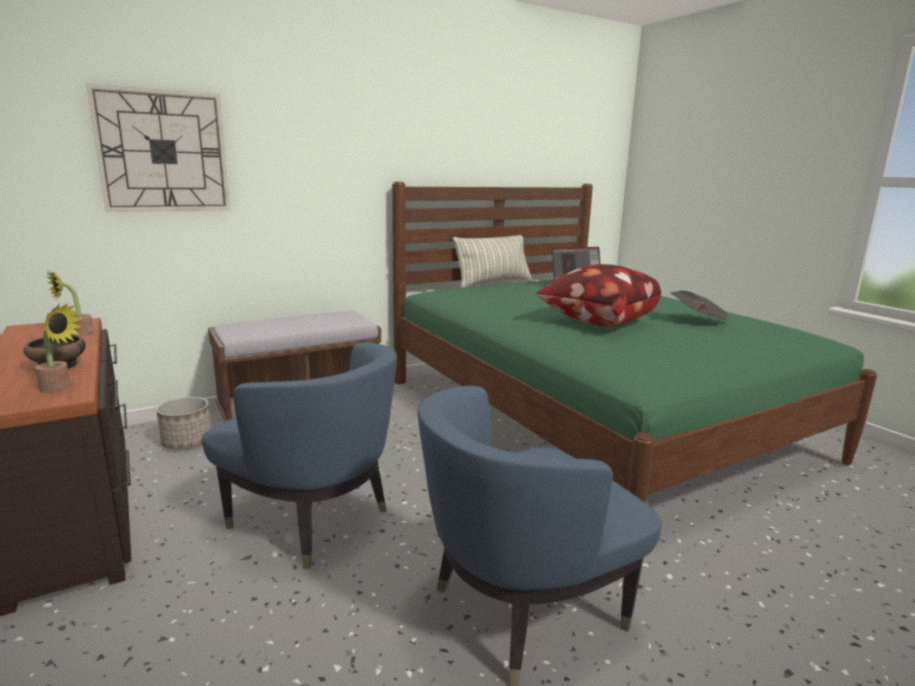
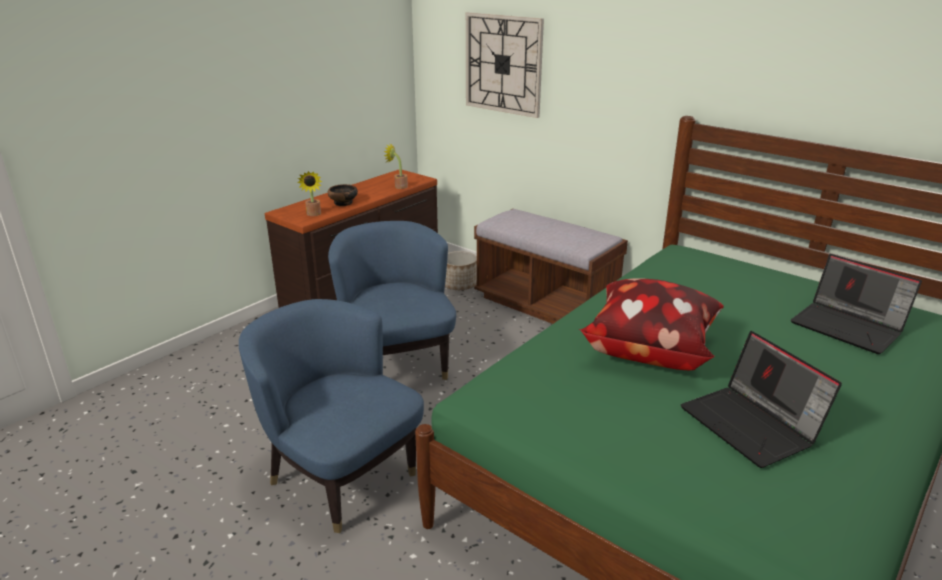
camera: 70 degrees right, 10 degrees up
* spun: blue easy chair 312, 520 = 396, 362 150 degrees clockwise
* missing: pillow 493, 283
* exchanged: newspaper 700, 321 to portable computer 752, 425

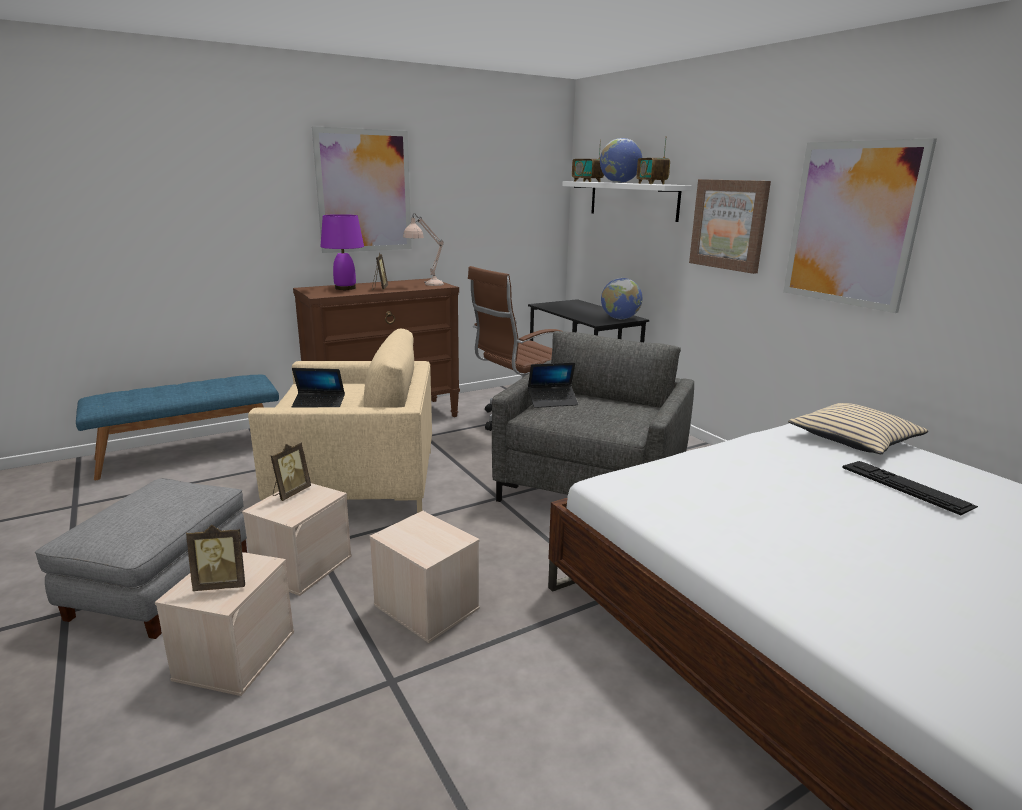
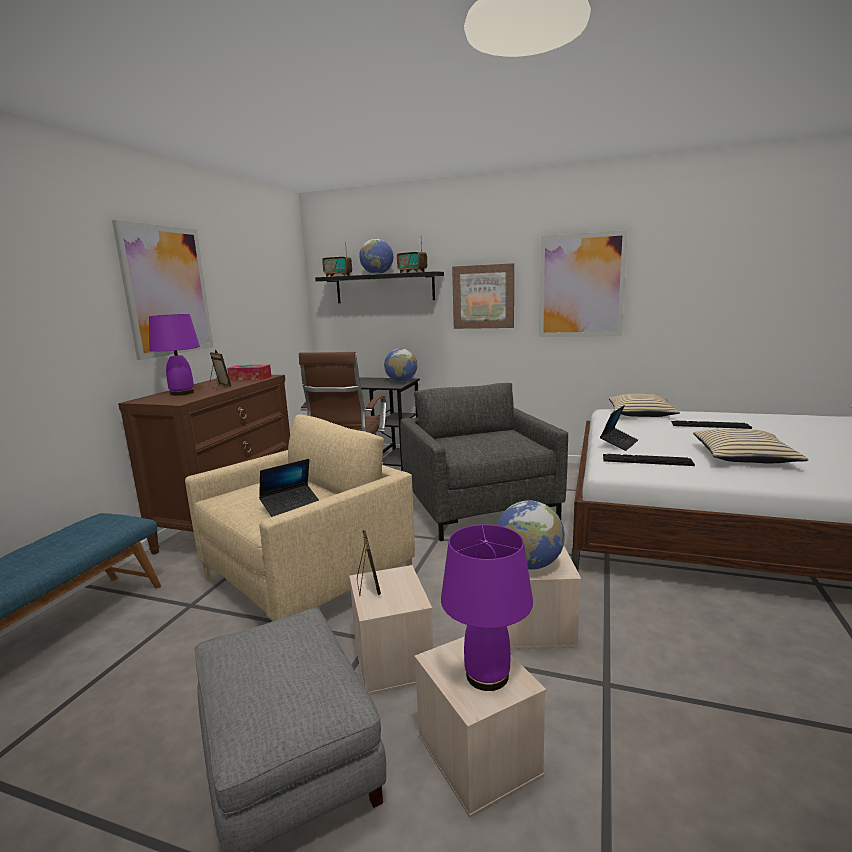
camera: 40 degrees left, 5 degrees down
* exchanged: picture frame 222, 584 to purple table lamp 486, 675
* exchanged: sand-coloured table lamp 425, 285 to tissue box 250, 378
* relocated: portable computer 552, 401 to 619, 443
* colour: white bracket shelf 633, 200 to blackish bracket shelf 384, 288
* appeared: globe 529, 565
* appeared: computer keyboard 646, 460
* appeared: sand-coloured pillow 743, 456

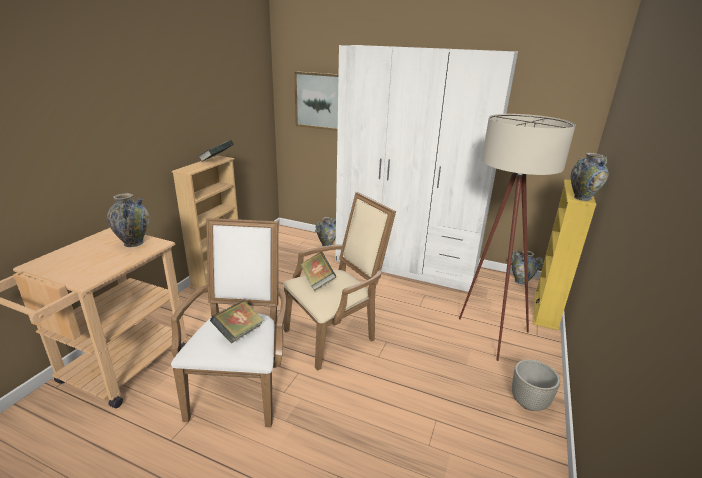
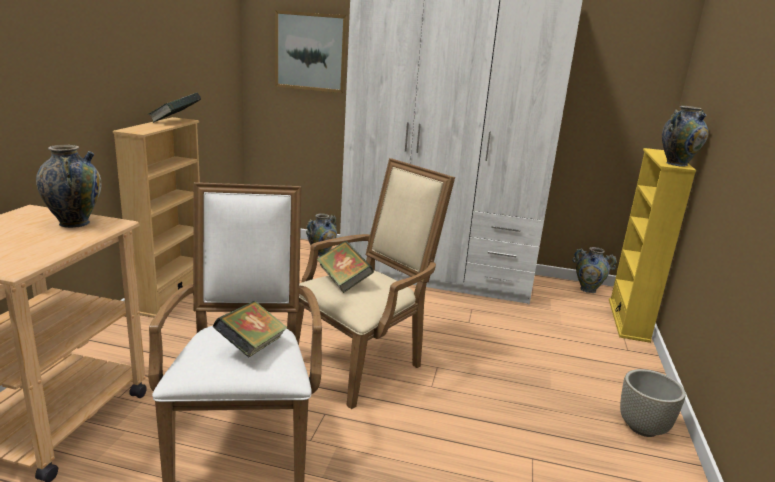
camera: 10 degrees left, 5 degrees down
* missing: sand-coloured standard lamp 486, 332

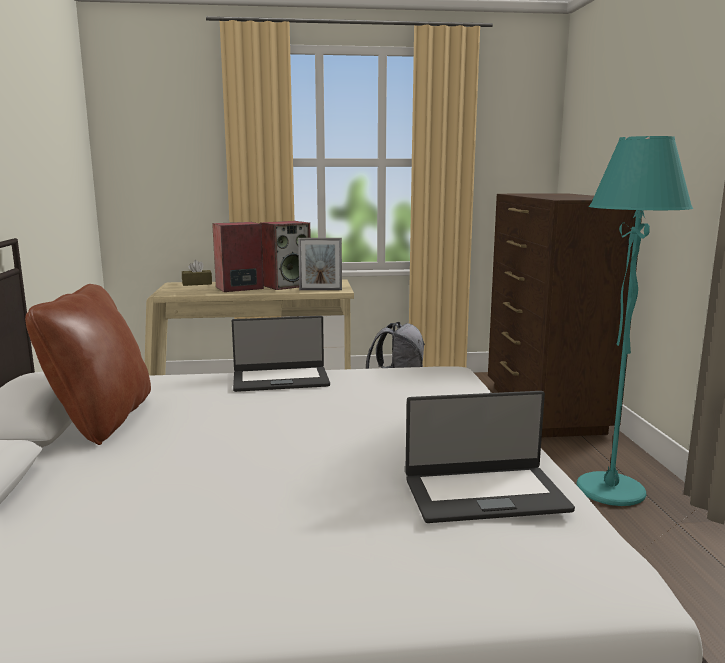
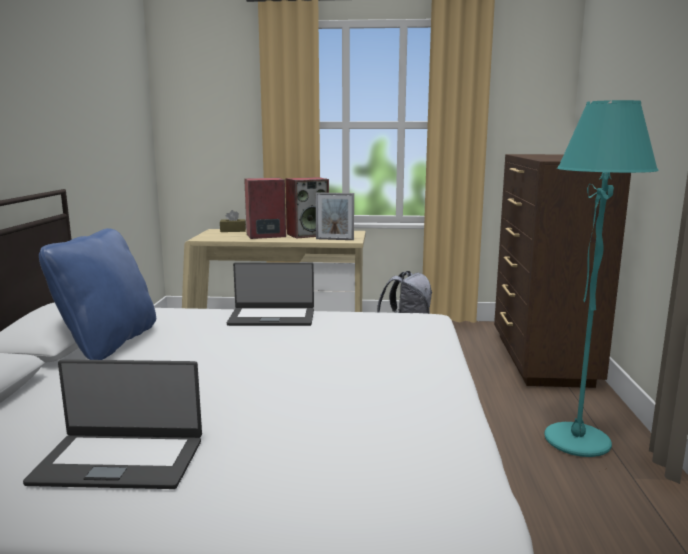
camera: 10 degrees right, 0 degrees up
* colour: brown-coloured pillow 101, 420 to blue pillow 108, 343
* relocated: portable computer 484, 494 to 120, 460

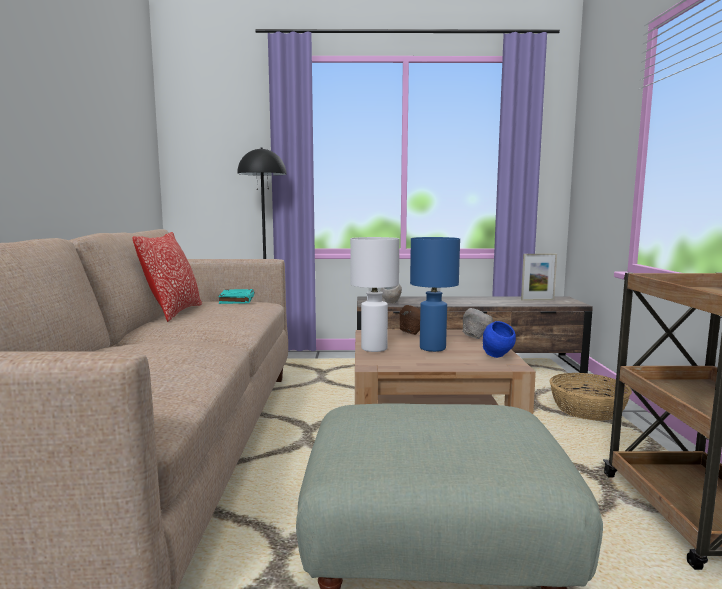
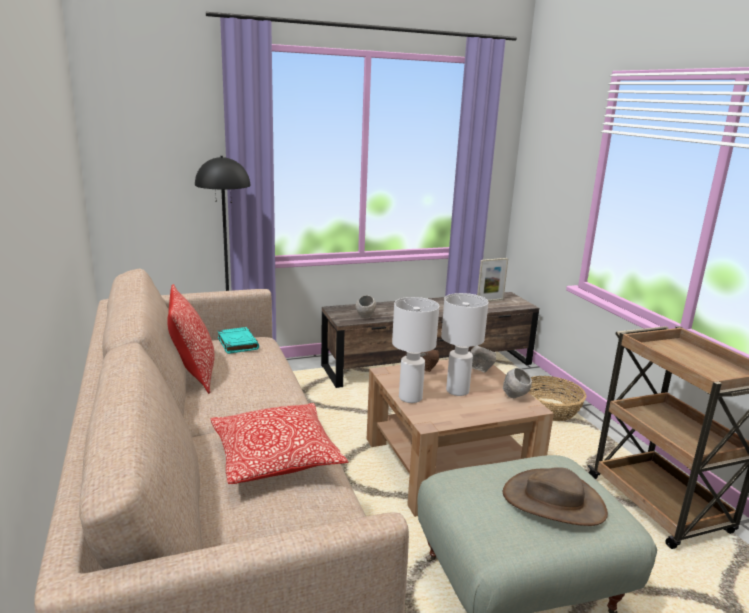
camera: 20 degrees left, 10 degrees up
* colour: blue table lamp 433, 348 to white table lamp 458, 391
* colour: blue deep dish 498, 357 to greyish deep dish 515, 397
* appeared: pillow 276, 457
* appeared: brown-coloured hat 553, 501

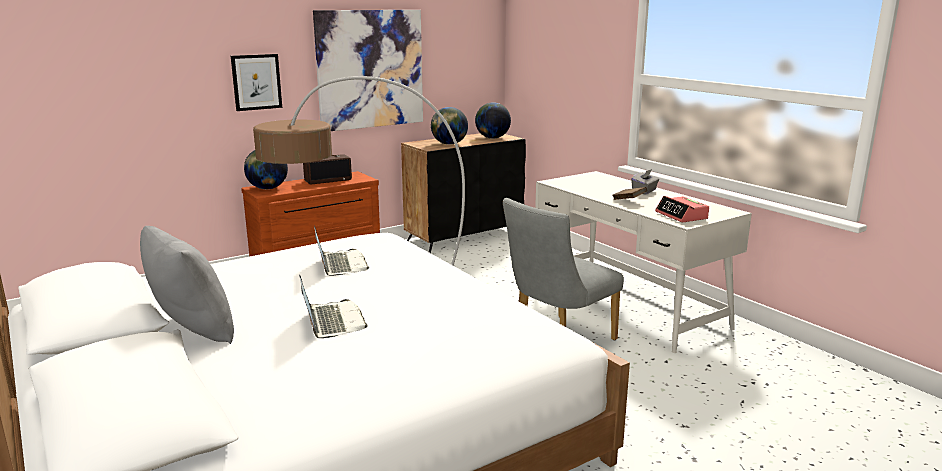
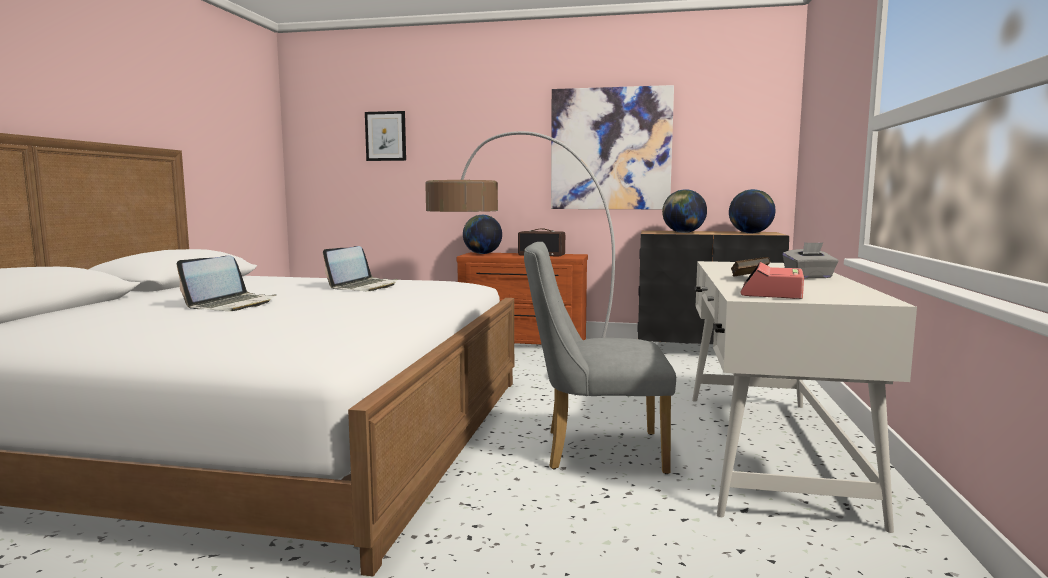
camera: 45 degrees right, 10 degrees down
* missing: greyish pillow 192, 330
* relocated: picture 256, 82 to 385, 136

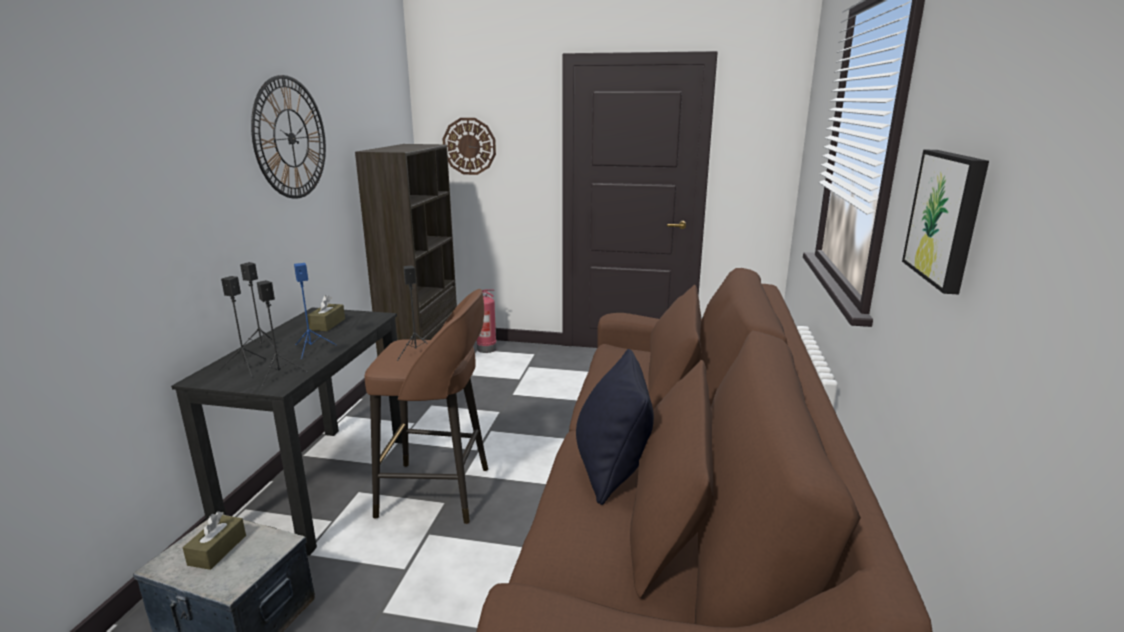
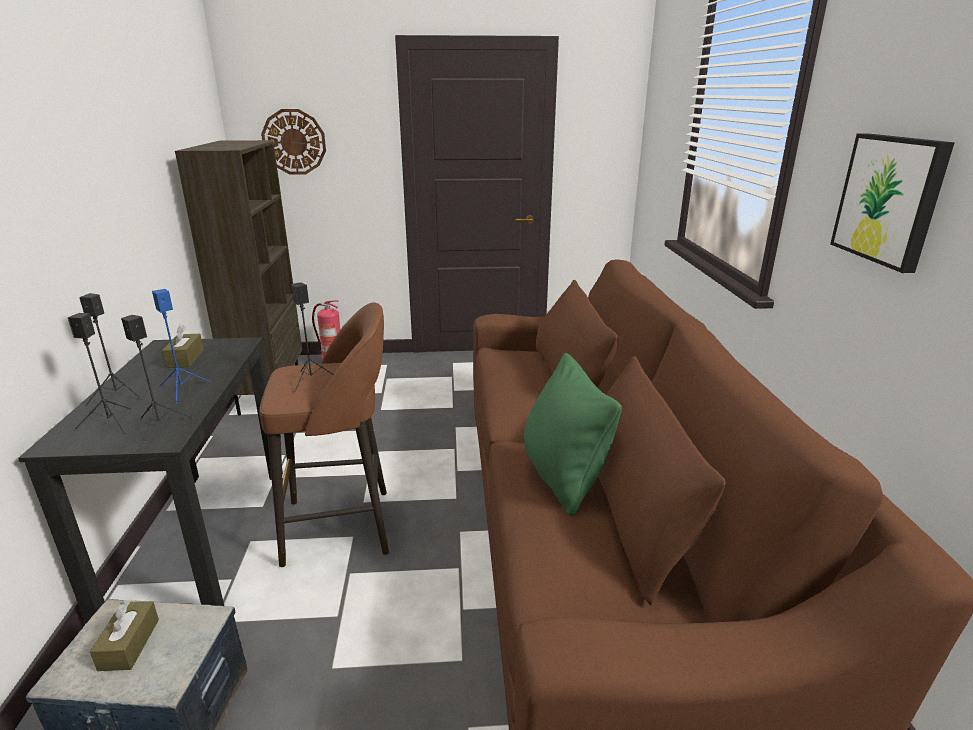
camera: 15 degrees left, 5 degrees up
* missing: clock on the wall 291, 138
* colour: blackish pillow 611, 469 to green pillow 563, 477

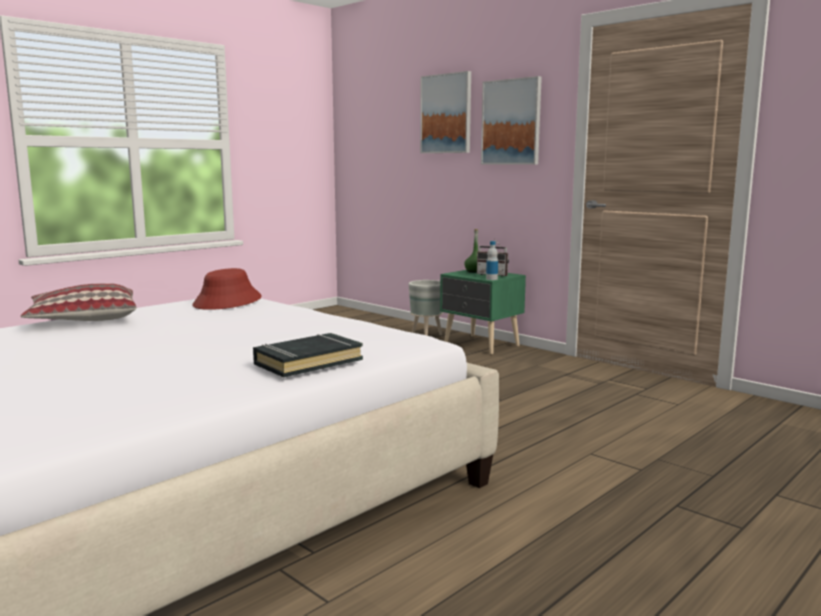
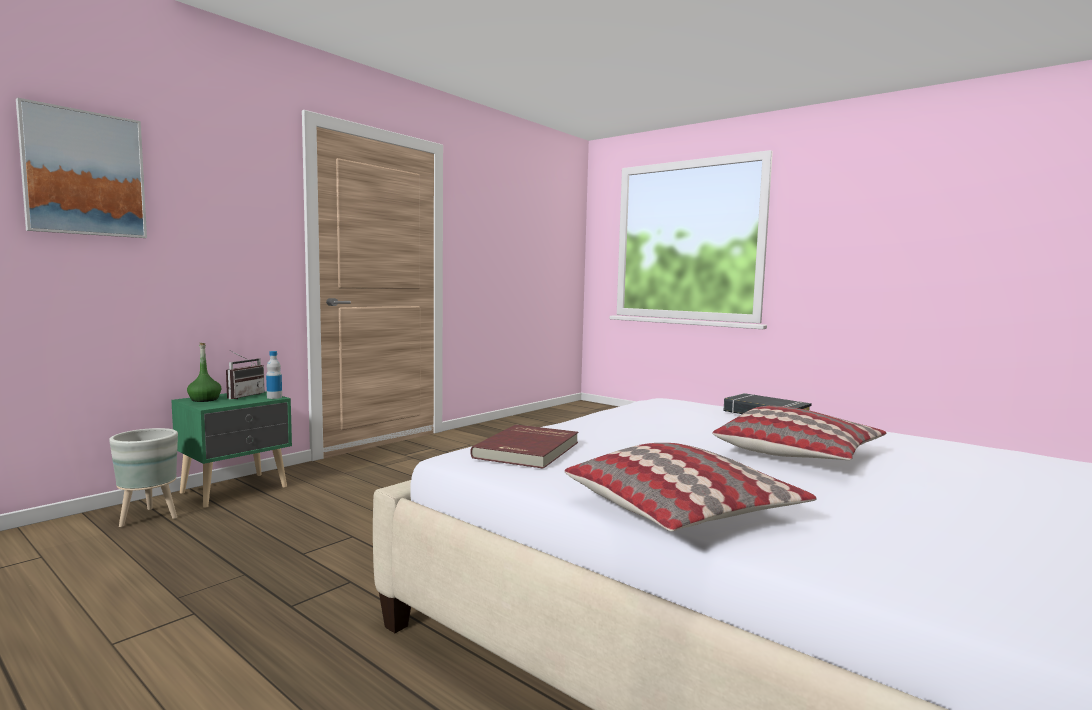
camera: 95 degrees left, 5 degrees down
* exchanged: reddish hat 228, 302 to reddish bound book 529, 450
* missing: picture 511, 122
* appeared: pillow 799, 454

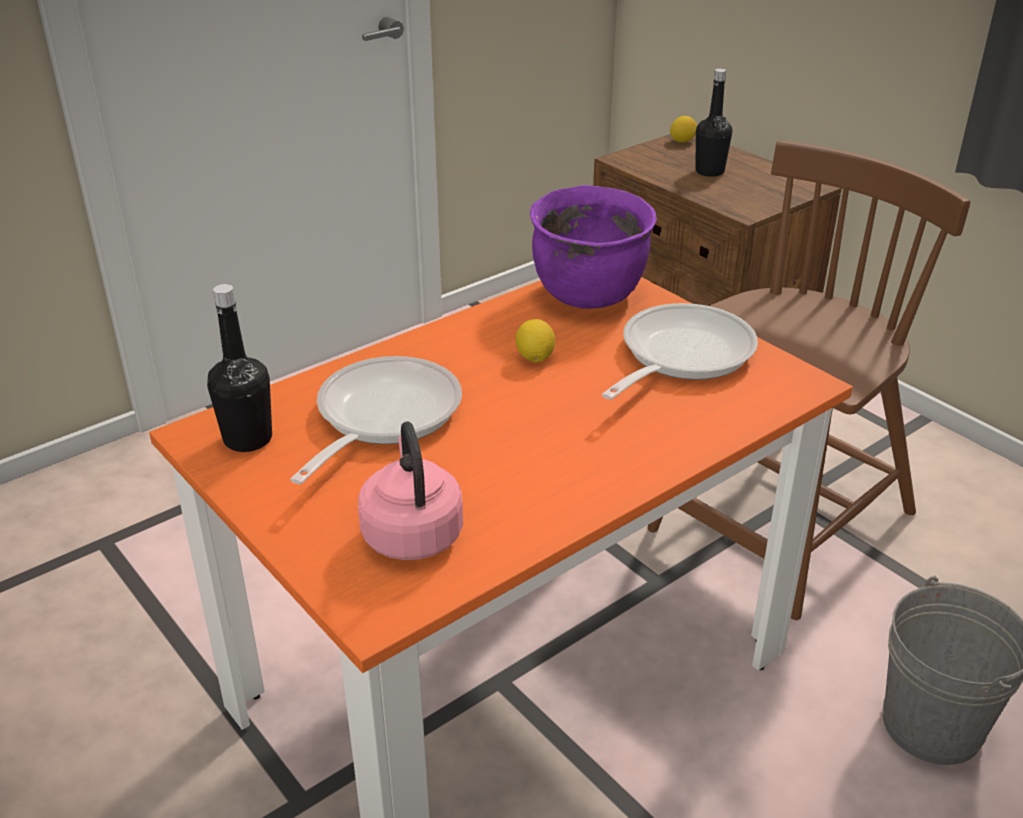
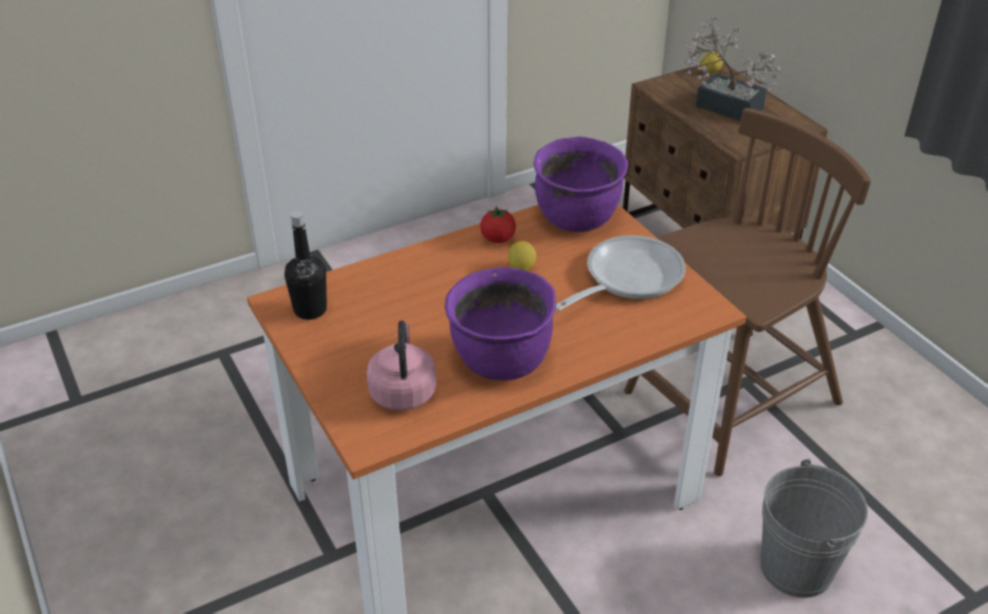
camera: 10 degrees right, 5 degrees up
* missing: frying pan 381, 417
* exchanged: blackish drink bottle 709, 171 to houseplant 722, 104
* appeared: purple cooking pot 501, 362
* appeared: tomato 497, 239

